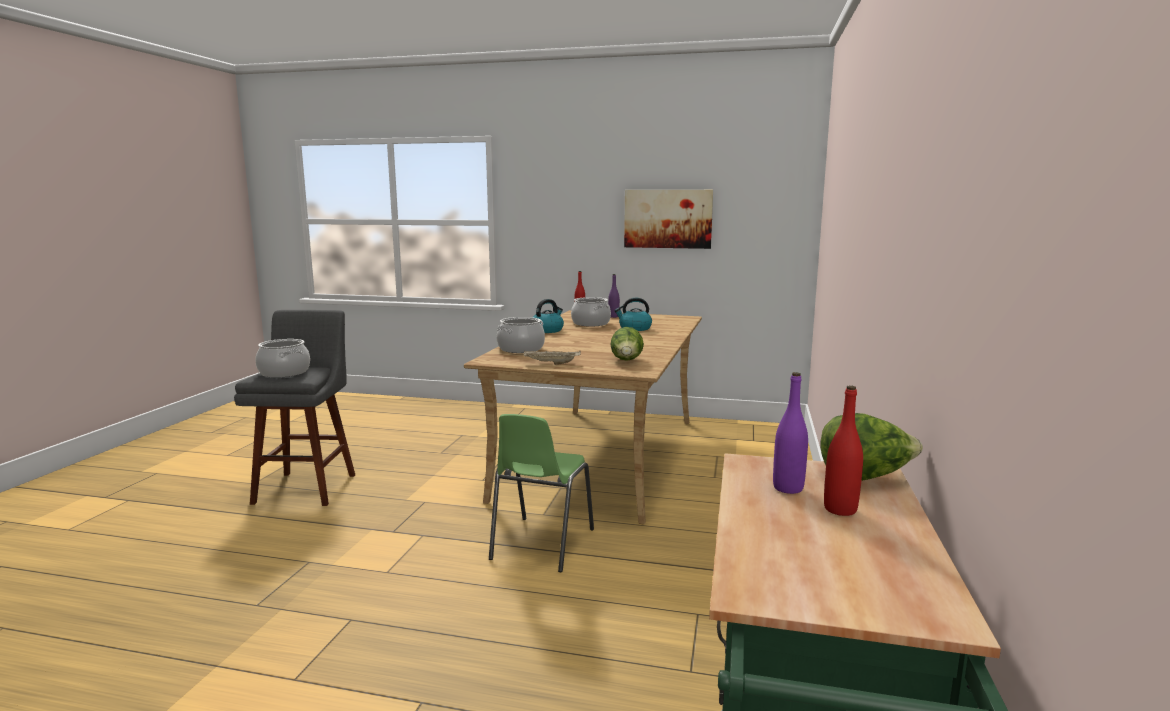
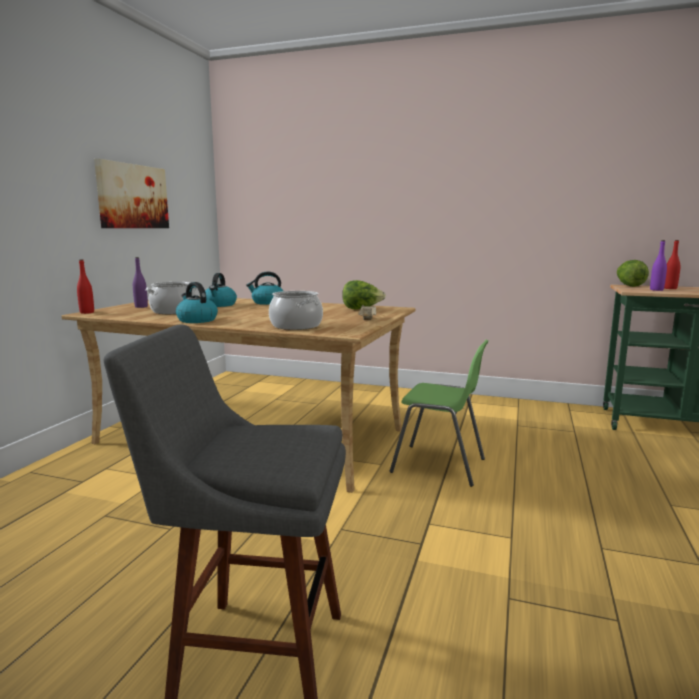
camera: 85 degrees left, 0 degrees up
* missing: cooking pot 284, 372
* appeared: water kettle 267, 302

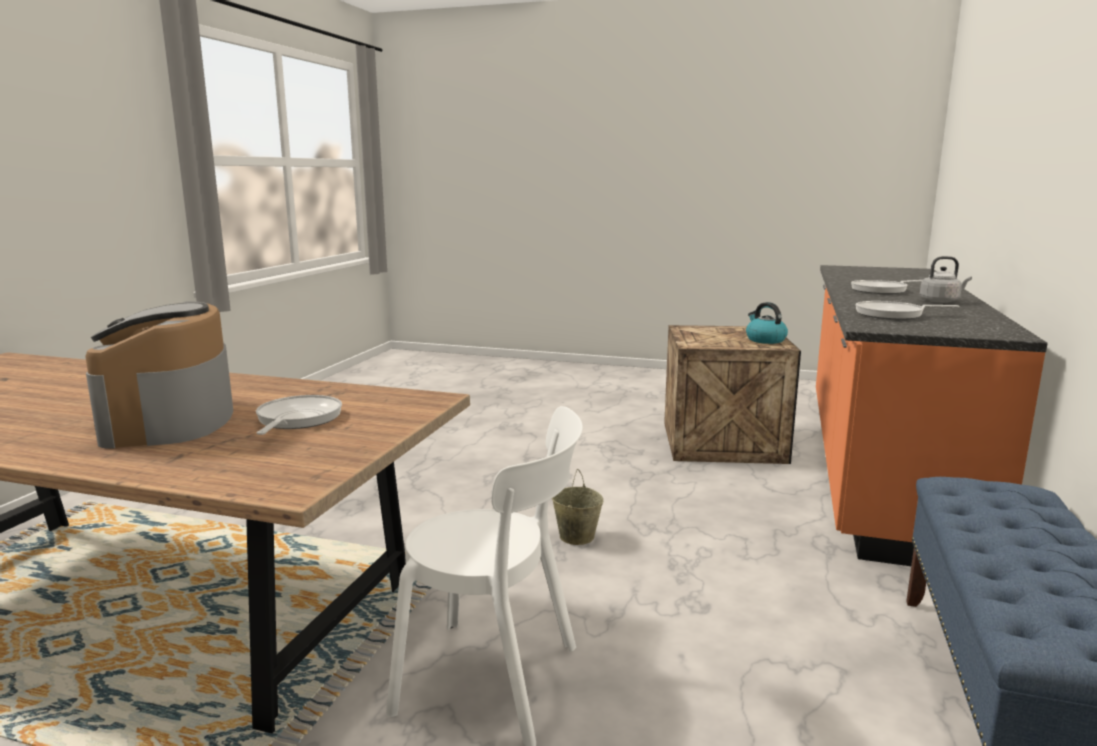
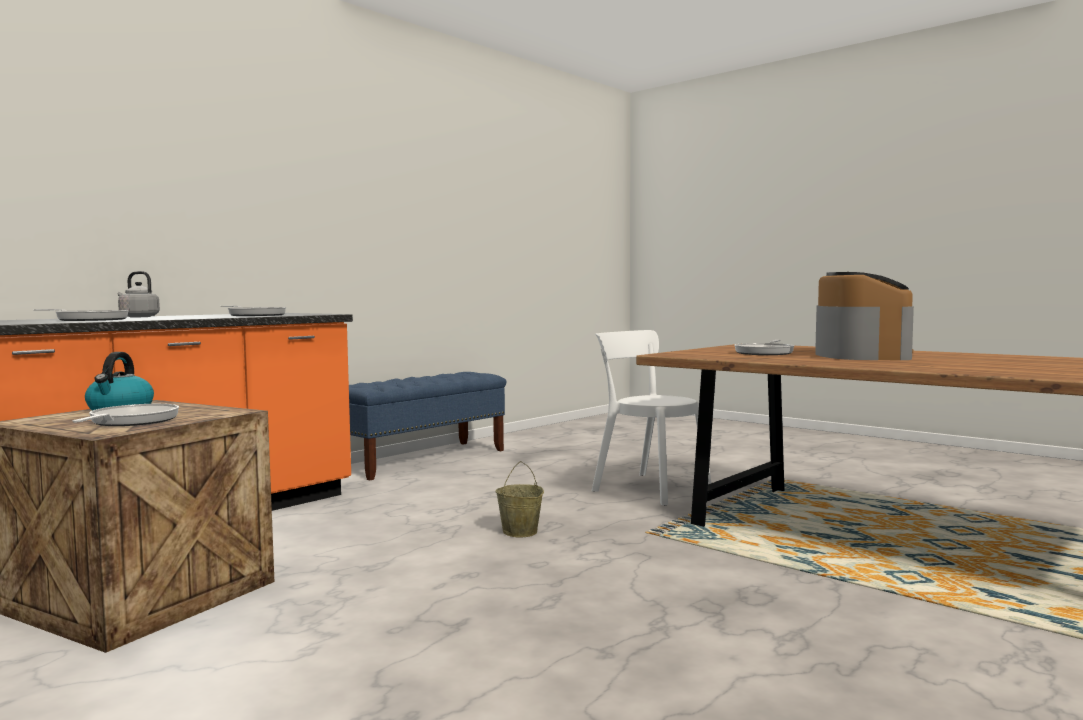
camera: 155 degrees left, 10 degrees down
* appeared: frying pan 131, 421

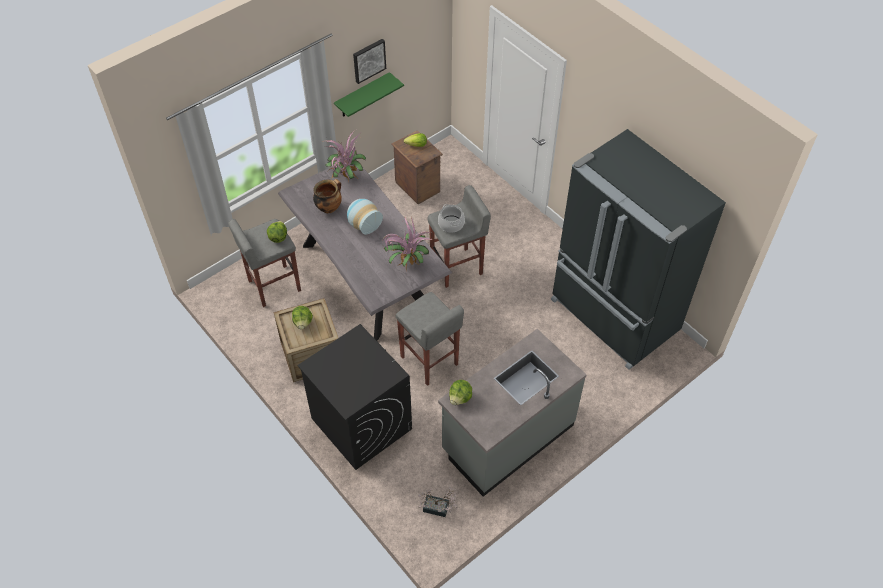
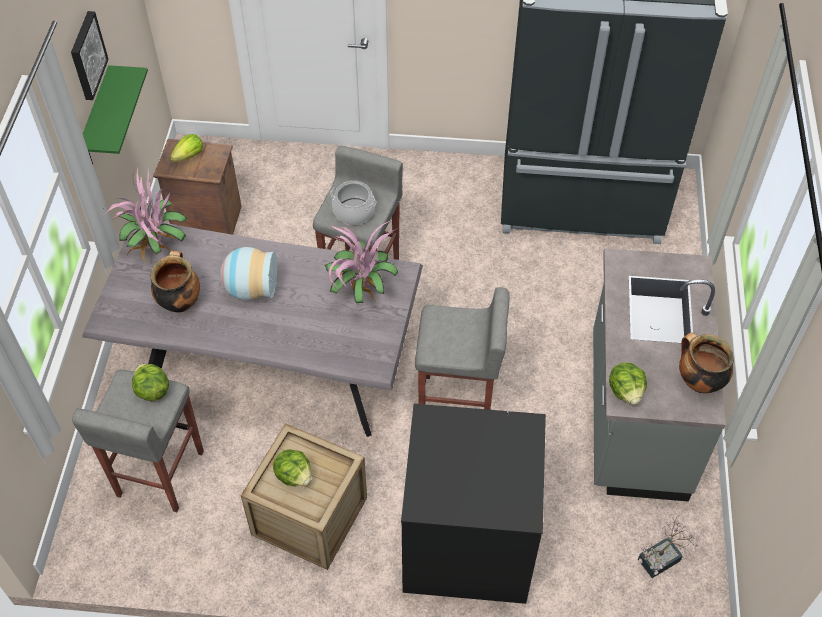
camera: 45 degrees left, 0 degrees up
* appeared: cooking pot 698, 382

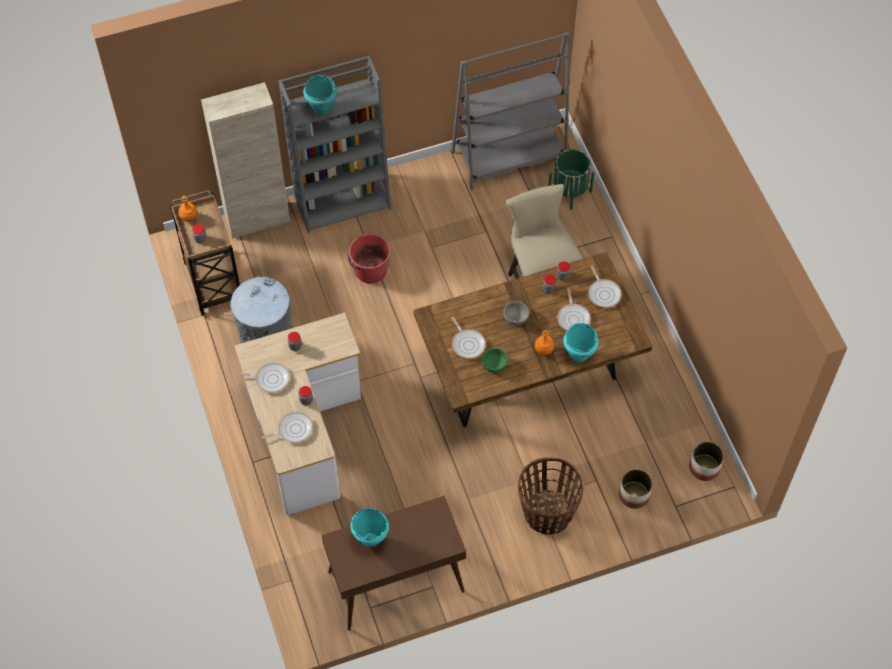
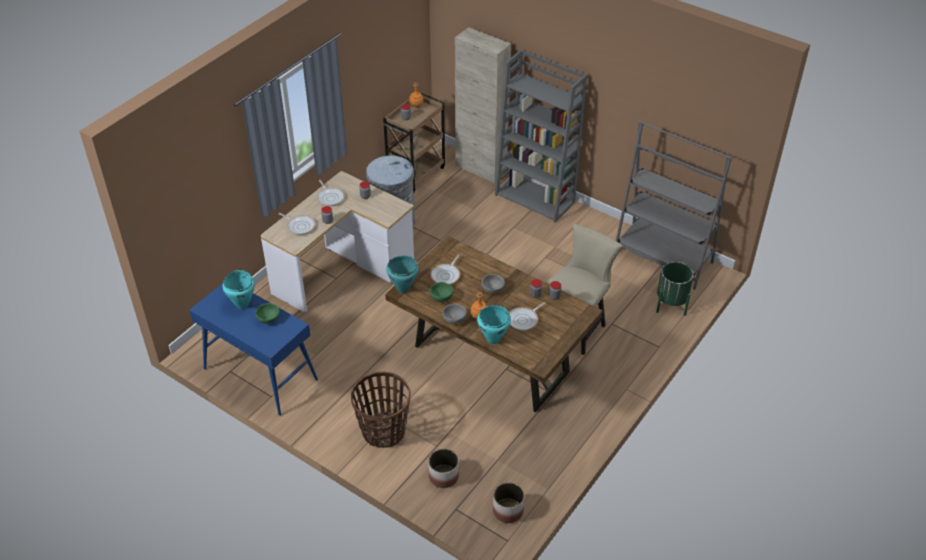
camera: 55 degrees right, 15 degrees down
* relocated: turquoise cooking pot 321, 110 to 403, 288
* colour: brown-coloured console table 395, 582 to blue console table 259, 374
* missing: reddish bucket 370, 269
* missing: frying pan 603, 293
* appeared: green deep dish 268, 319
* appeared: greyish deep dish 454, 319

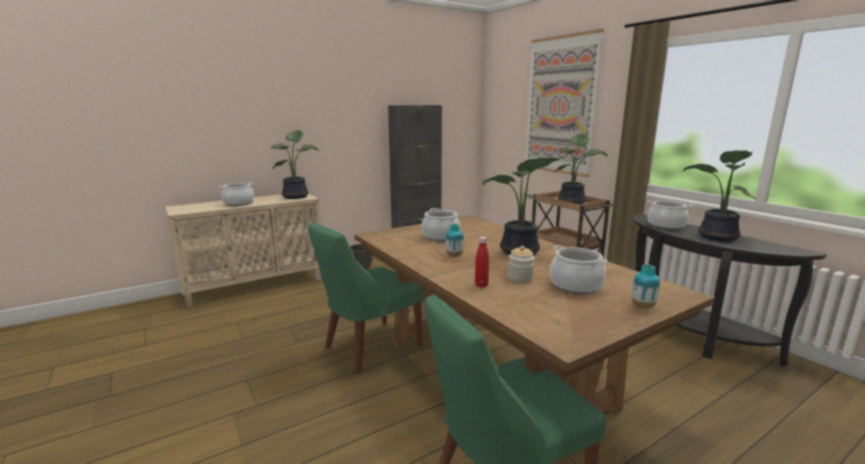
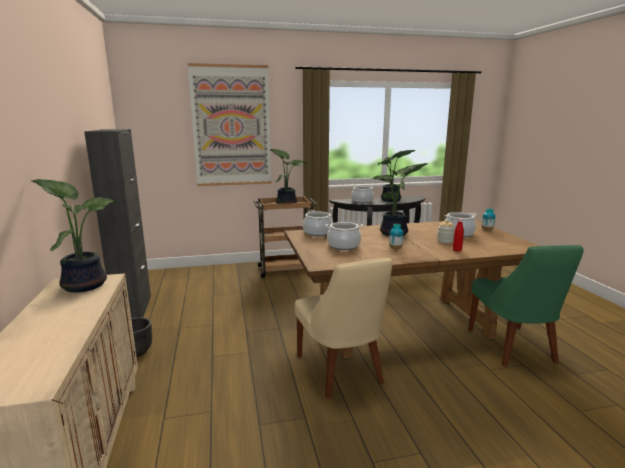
camera: 70 degrees left, 0 degrees up
* relocated: cooking pot 239, 203 to 318, 233
* colour: green plain chair 369, 347 to sand-coloured plain chair 341, 371

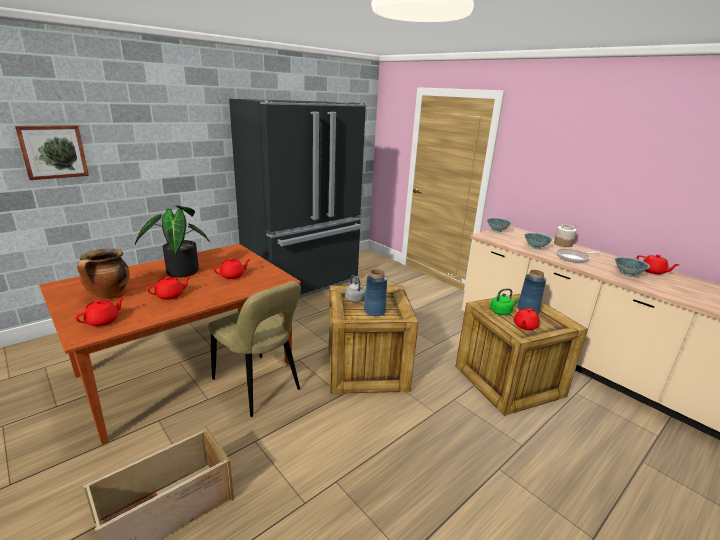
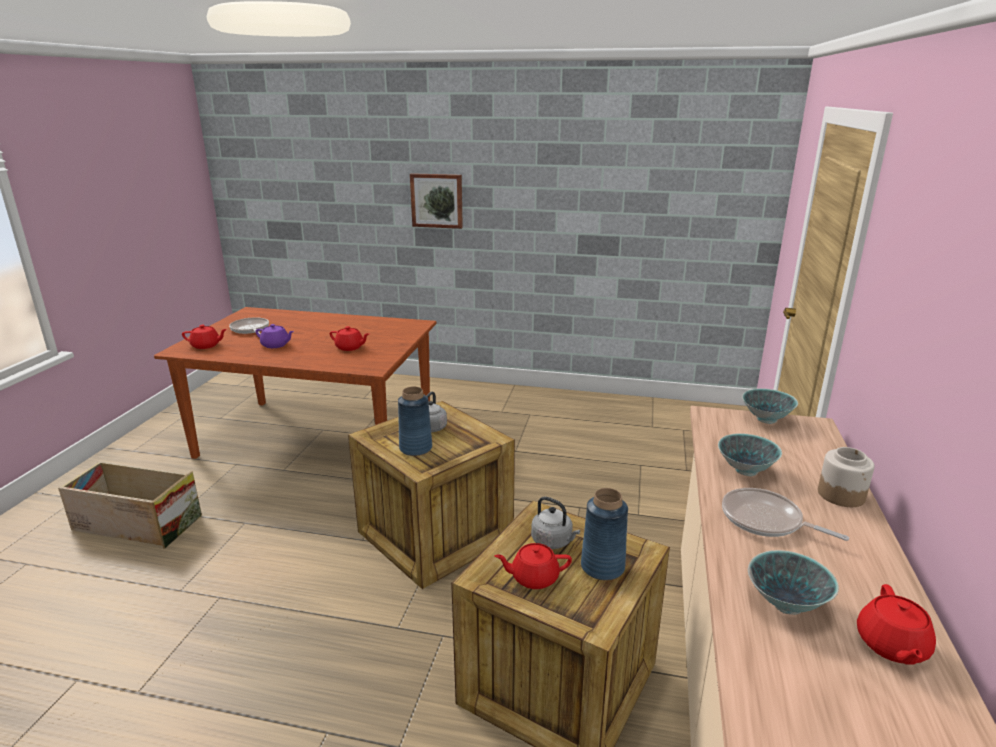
camera: 55 degrees right, 0 degrees up
* relocated: picture 53, 152 to 437, 200
* exchanged: cooking pot 109, 295 to frying pan 250, 329
* missing: houseplant 179, 270
* colour: reddish teapot 171, 295 to purple teapot 276, 345
* missing: sand-coloured plain chair 258, 386
* missing: blackish kitchen fridge 303, 283
* colour: green water kettle 501, 312 to greyish water kettle 553, 541

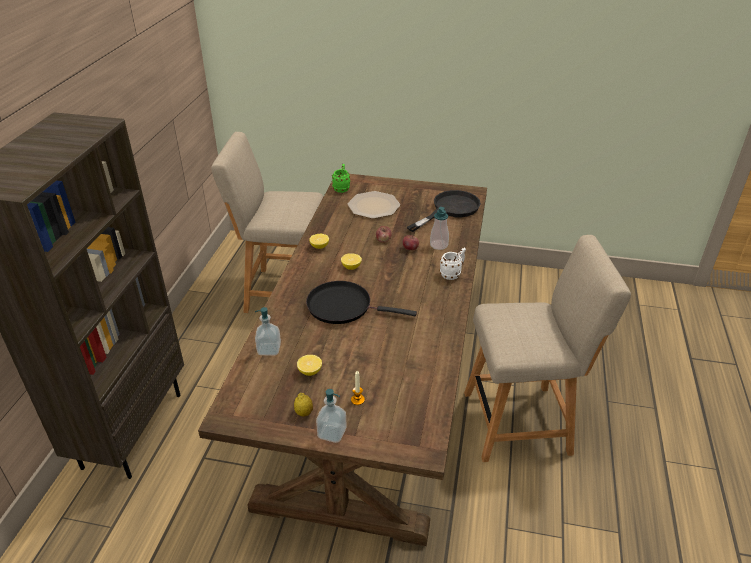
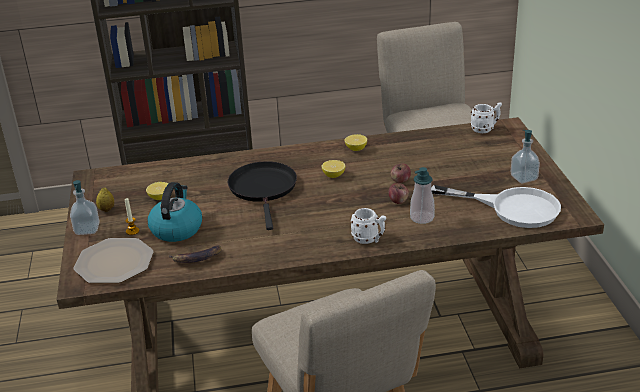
camera: 70 degrees right, 5 degrees down
* relocated: liquid soap bottle 269, 349 to 523, 178
* colour: green tea mug 342, 188 to white tea mug 485, 129
* relocated: plate 374, 206 to 114, 262
* colour: blackish frying pan 450, 209 to white frying pan 512, 208
* appeared: water kettle 176, 229
* appeared: banana 196, 259

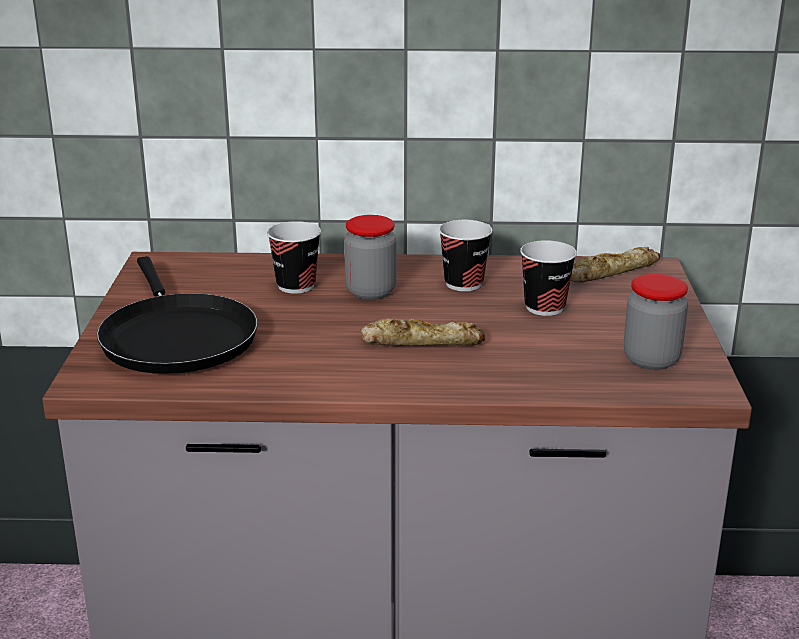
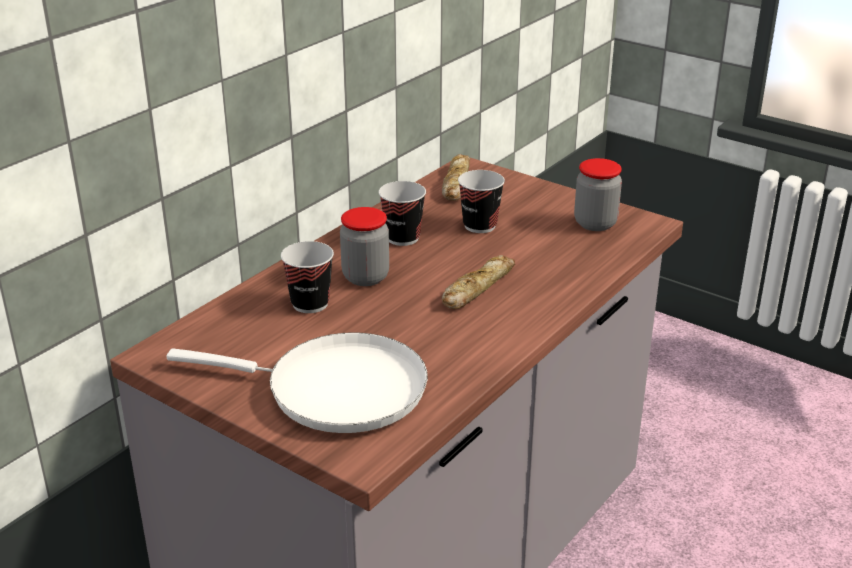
camera: 55 degrees left, 5 degrees up
* colour: blackish frying pan 176, 337 to white frying pan 335, 390

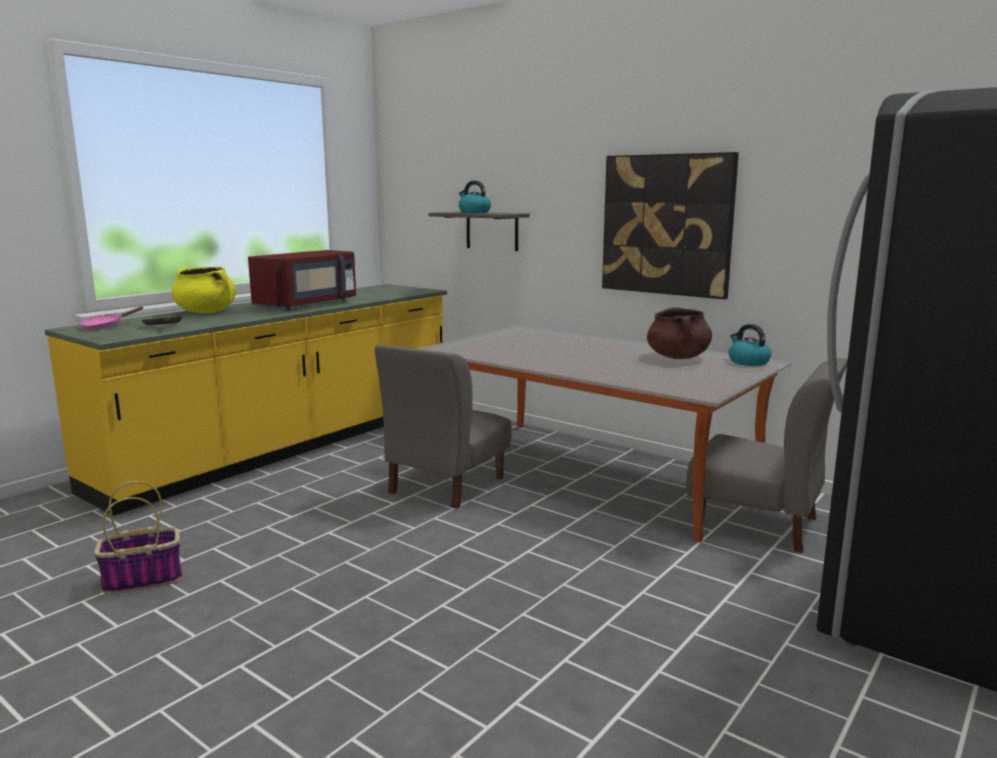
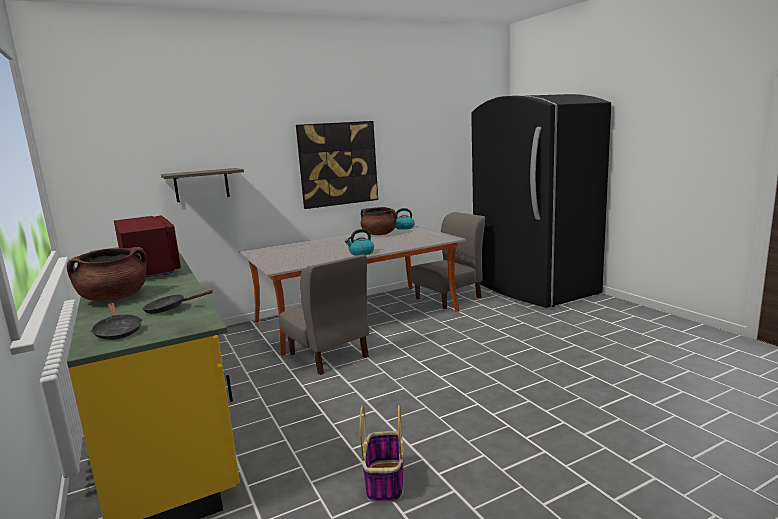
camera: 65 degrees left, 0 degrees up
* colour: pink-coloured frying pan 106, 326 to blackish frying pan 118, 331
* colour: yellow-coloured cooking pot 206, 312 to brown-coloured cooking pot 114, 298
* relocated: water kettle 474, 212 to 361, 253

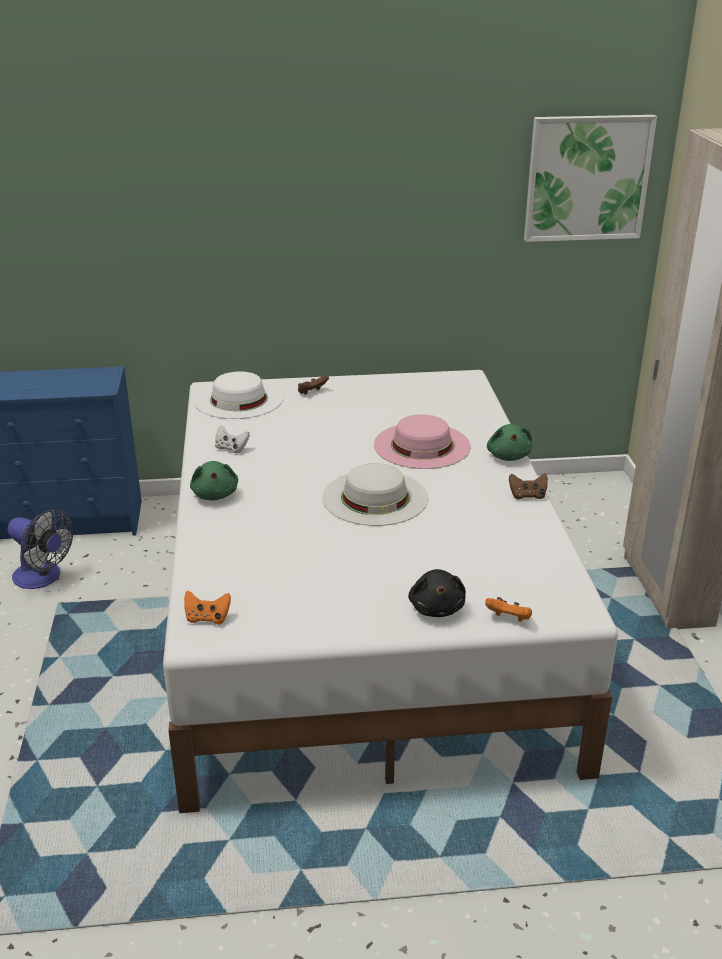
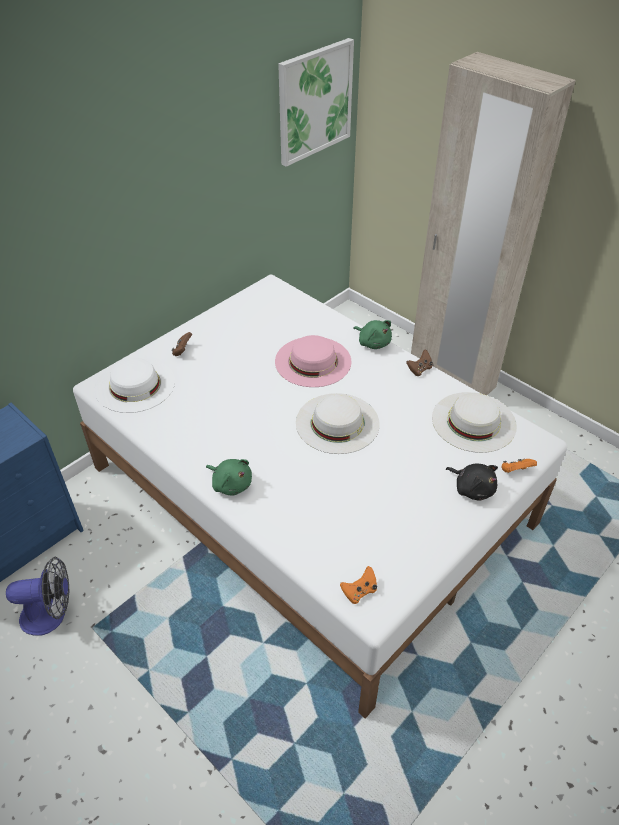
camera: 40 degrees left, 15 degrees up
* missing: white gamepad 231, 449
* appeared: white hat 473, 421

